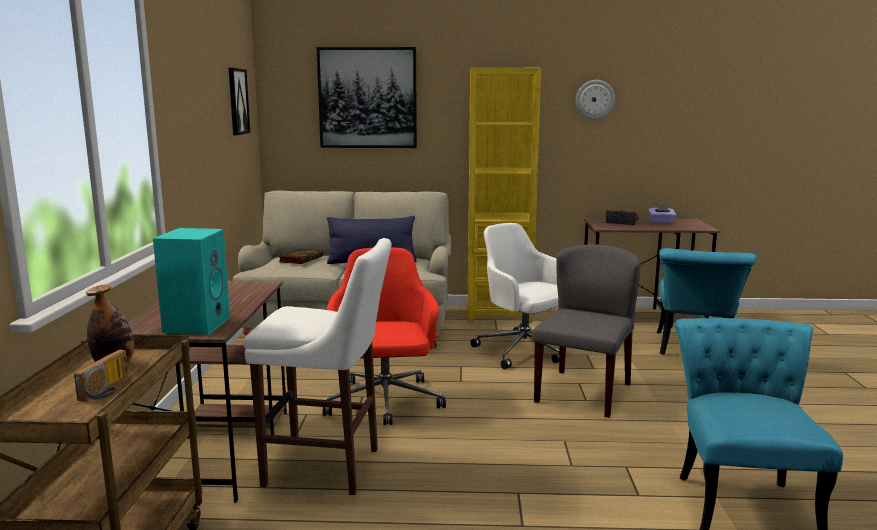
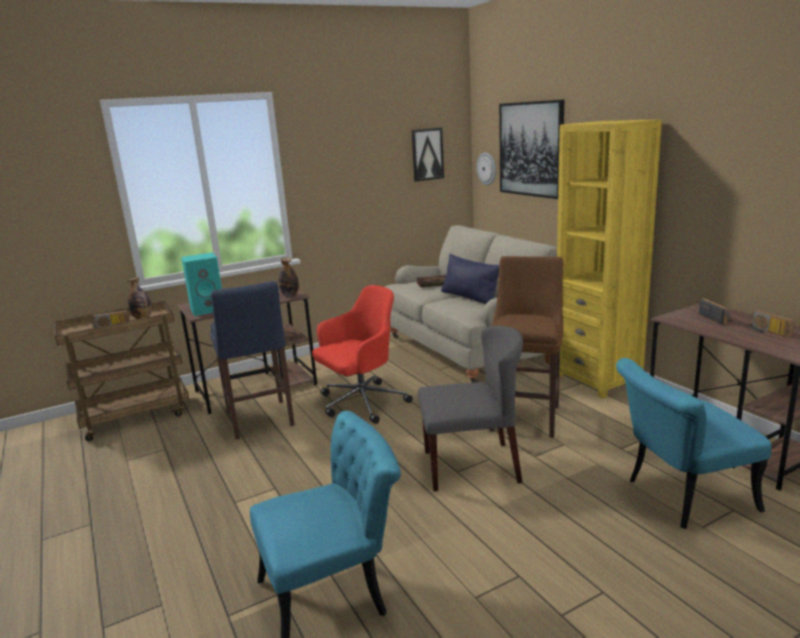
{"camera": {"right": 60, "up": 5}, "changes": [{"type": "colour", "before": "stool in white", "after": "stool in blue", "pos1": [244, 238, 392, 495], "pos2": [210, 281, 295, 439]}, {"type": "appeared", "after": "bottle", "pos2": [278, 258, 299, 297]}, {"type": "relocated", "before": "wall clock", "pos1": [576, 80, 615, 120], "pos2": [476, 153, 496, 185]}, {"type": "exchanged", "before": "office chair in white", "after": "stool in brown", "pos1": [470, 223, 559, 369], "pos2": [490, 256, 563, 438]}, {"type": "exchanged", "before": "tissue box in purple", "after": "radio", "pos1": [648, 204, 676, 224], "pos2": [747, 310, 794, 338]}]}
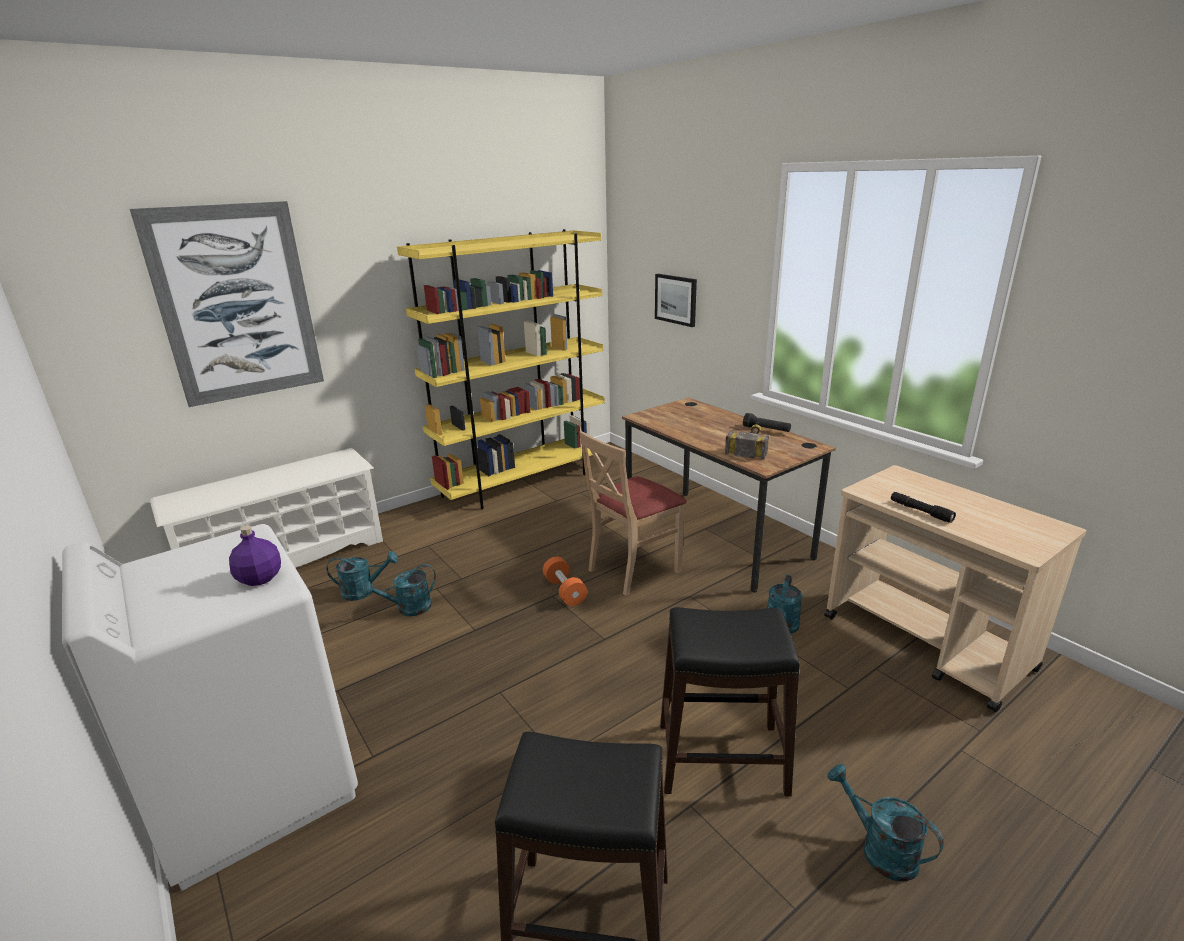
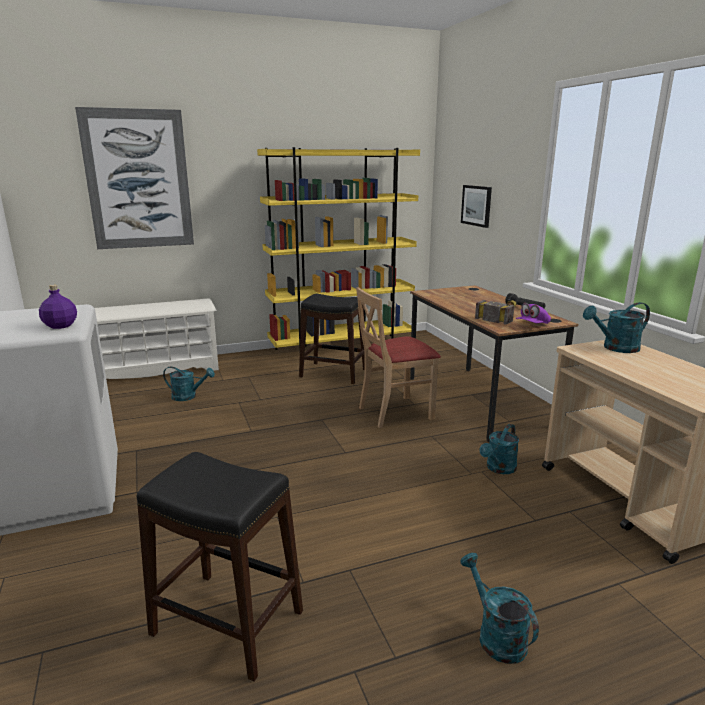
{"camera": {"right": 15, "up": -5}, "changes": [{"type": "relocated", "before": "stool in black", "pos1": [660, 607, 800, 796], "pos2": [299, 294, 365, 384]}, {"type": "appeared", "after": "cap in purple", "pos2": [516, 303, 551, 324]}, {"type": "relocated", "before": "watering can in turquoise", "pos1": [362, 564, 436, 616], "pos2": [583, 302, 650, 353]}, {"type": "missing", "before": "dumbbell in orange", "pos1": [543, 557, 587, 606]}, {"type": "missing", "before": "flashlight in black", "pos1": [891, 492, 956, 523]}]}
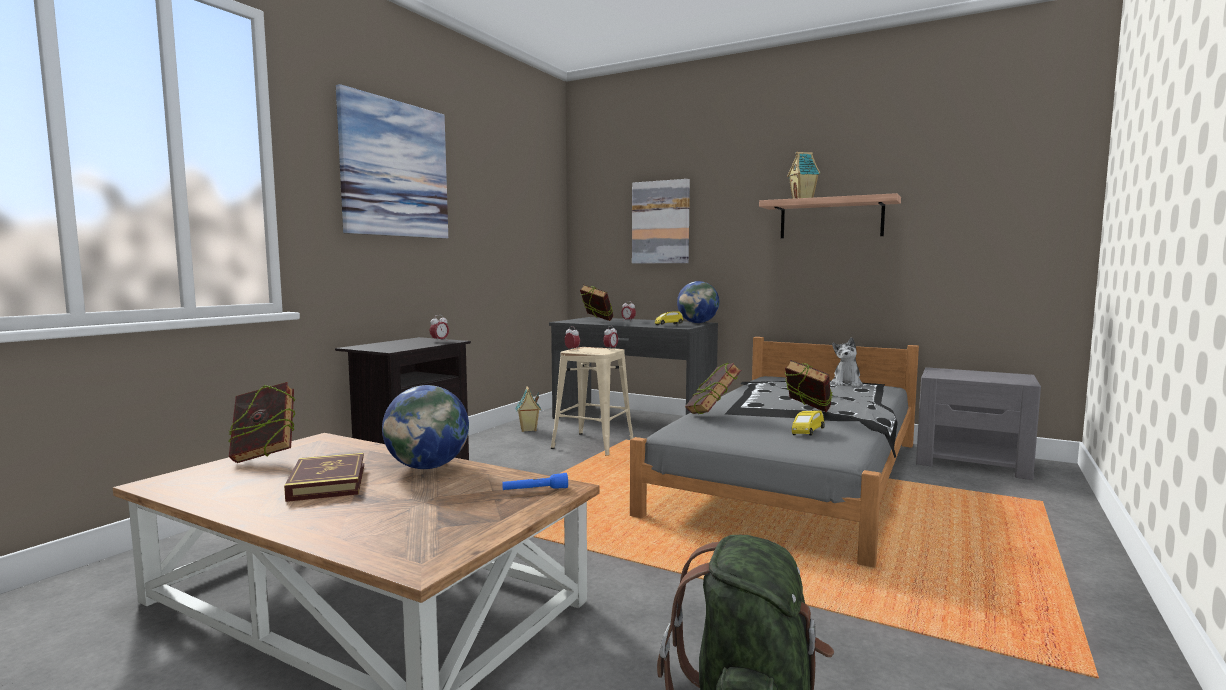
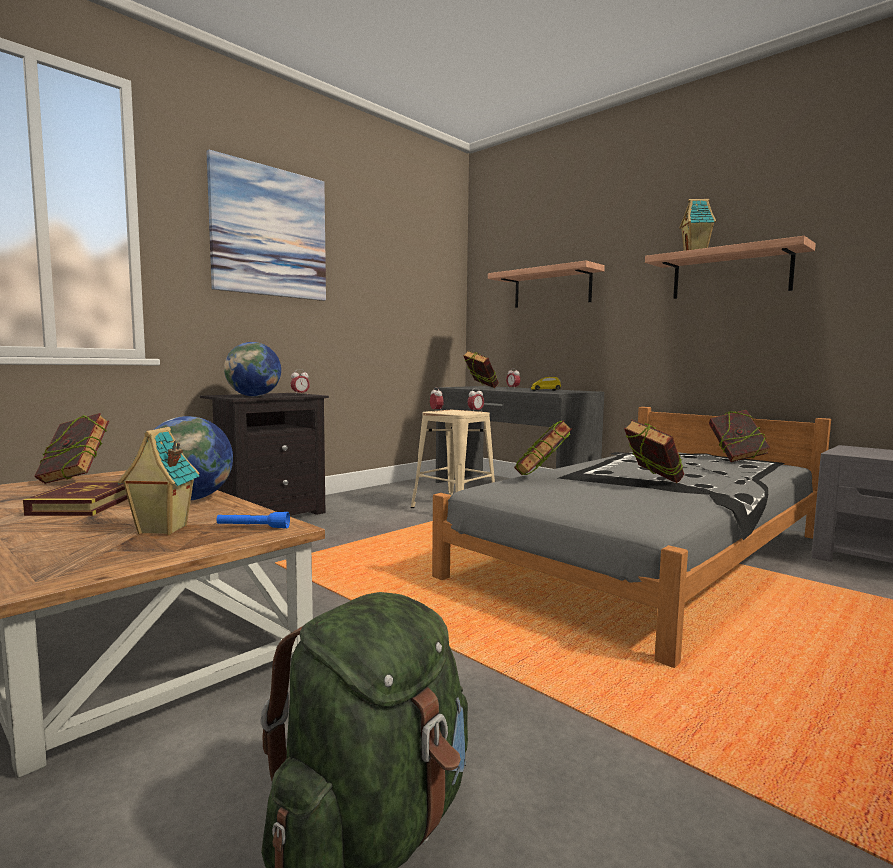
{"camera": {"right": 15, "up": 0}, "changes": [{"type": "relocated", "before": "toy house", "pos1": [515, 386, 542, 432], "pos2": [118, 427, 200, 535]}, {"type": "relocated", "before": "globe", "pos1": [677, 281, 719, 323], "pos2": [224, 342, 281, 396]}, {"type": "exchanged", "before": "picture", "after": "shelf", "pos1": [632, 179, 690, 263], "pos2": [488, 261, 605, 308]}, {"type": "exchanged", "before": "plush toy", "after": "book", "pos1": [831, 337, 863, 387], "pos2": [709, 410, 770, 462]}, {"type": "missing", "before": "toy car in yellow", "pos1": [792, 411, 825, 435]}]}
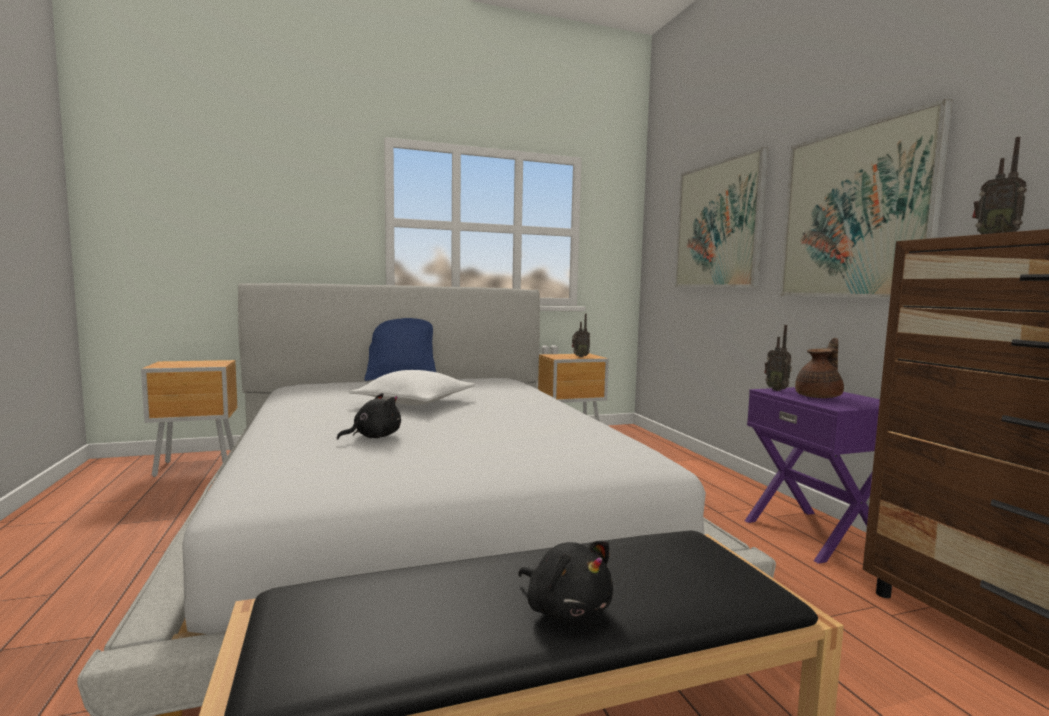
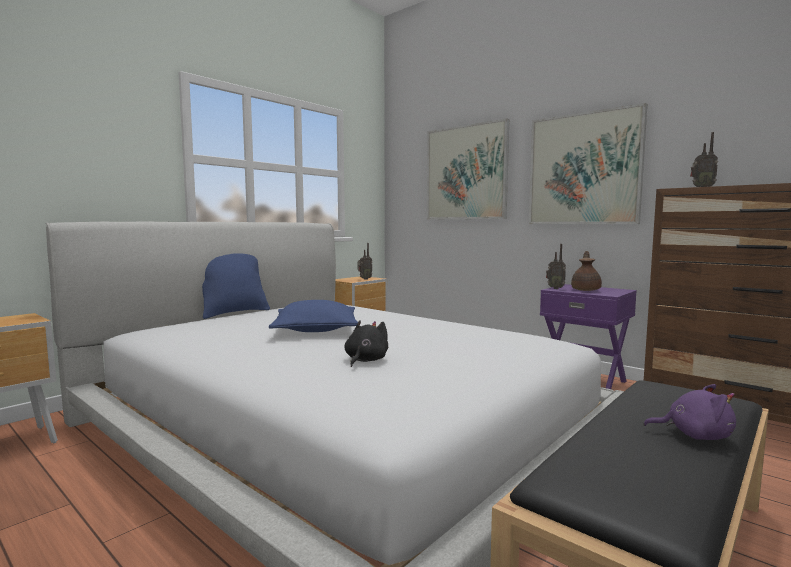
{"camera": {"right": -30, "up": 0}, "changes": [{"type": "colour", "before": "pillow in white", "after": "pillow in blue", "pos1": [349, 370, 475, 405], "pos2": [269, 300, 358, 332]}, {"type": "colour", "before": "plush toy in black", "after": "plush toy in purple", "pos1": [518, 541, 613, 621], "pos2": [644, 384, 736, 440]}]}
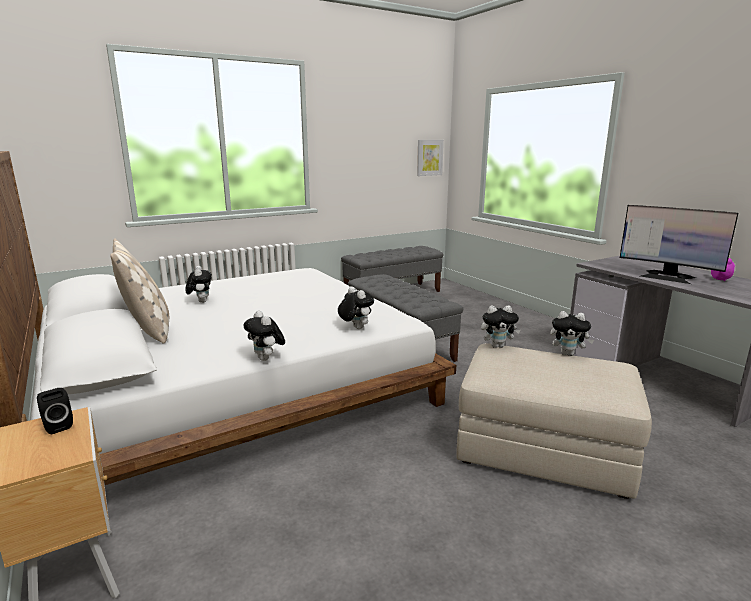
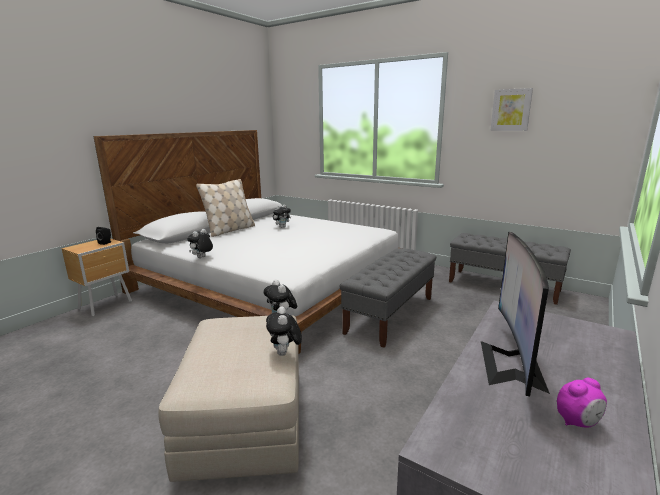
{"camera": {"right": 65, "up": 0}, "changes": [{"type": "relocated", "before": "picture", "pos1": [417, 140, 444, 176], "pos2": [490, 88, 533, 131]}, {"type": "missing", "before": "plush toy", "pos1": [338, 287, 374, 329]}]}
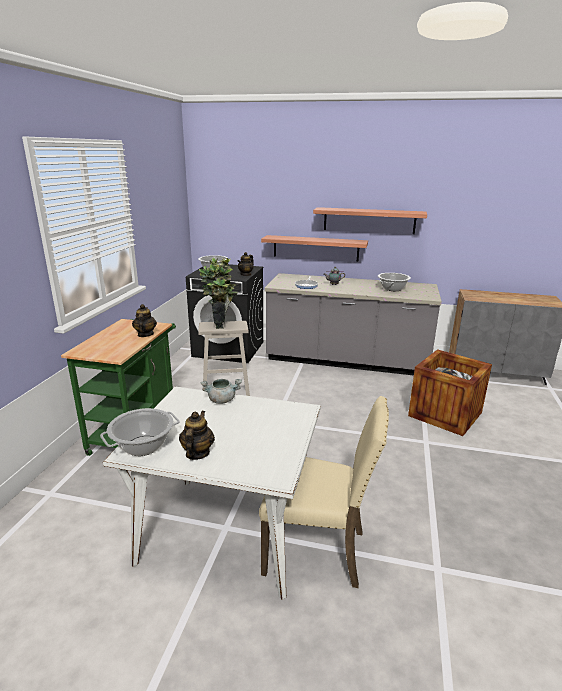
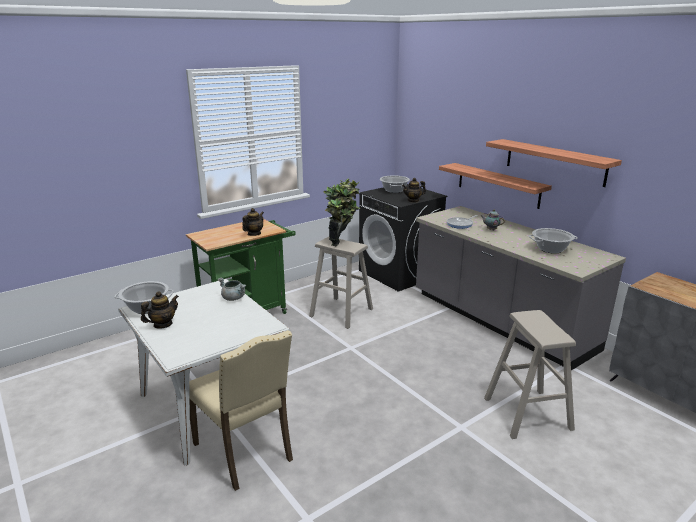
{"camera": {"right": 40, "up": 0}, "changes": [{"type": "exchanged", "before": "crate", "after": "stool in beige", "pos1": [408, 349, 492, 436], "pos2": [484, 310, 576, 439]}]}
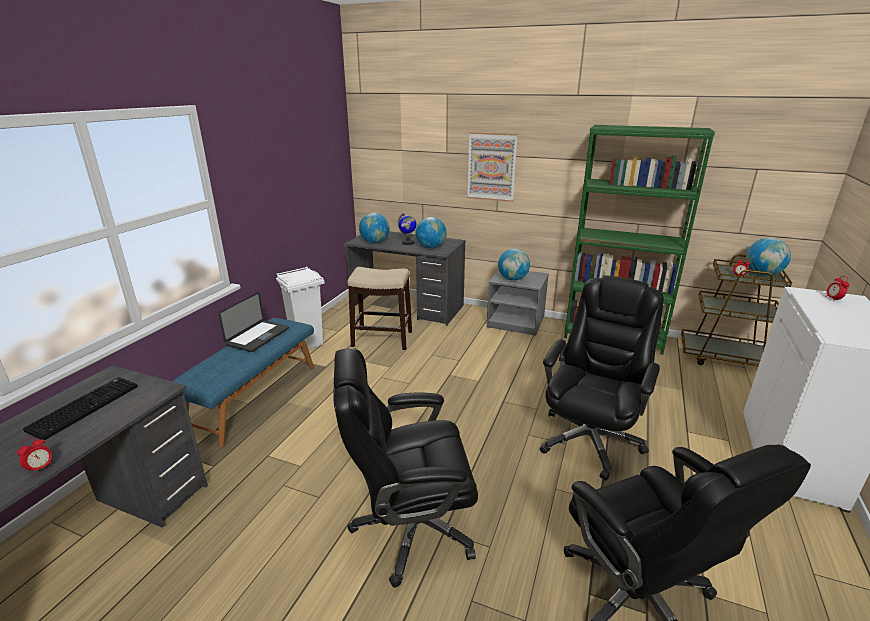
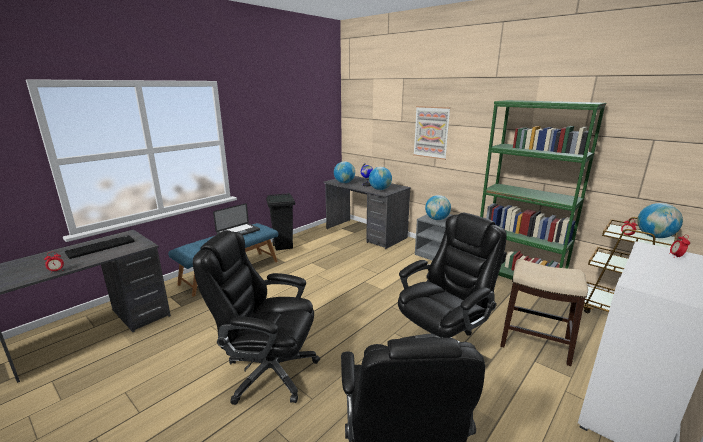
{"camera": {"right": 20, "up": -5}, "changes": [{"type": "colour", "before": "trash can in white", "after": "trash can in black", "pos1": [276, 267, 325, 352], "pos2": [266, 193, 295, 251]}, {"type": "relocated", "before": "stool", "pos1": [347, 267, 412, 350], "pos2": [500, 259, 588, 366]}]}
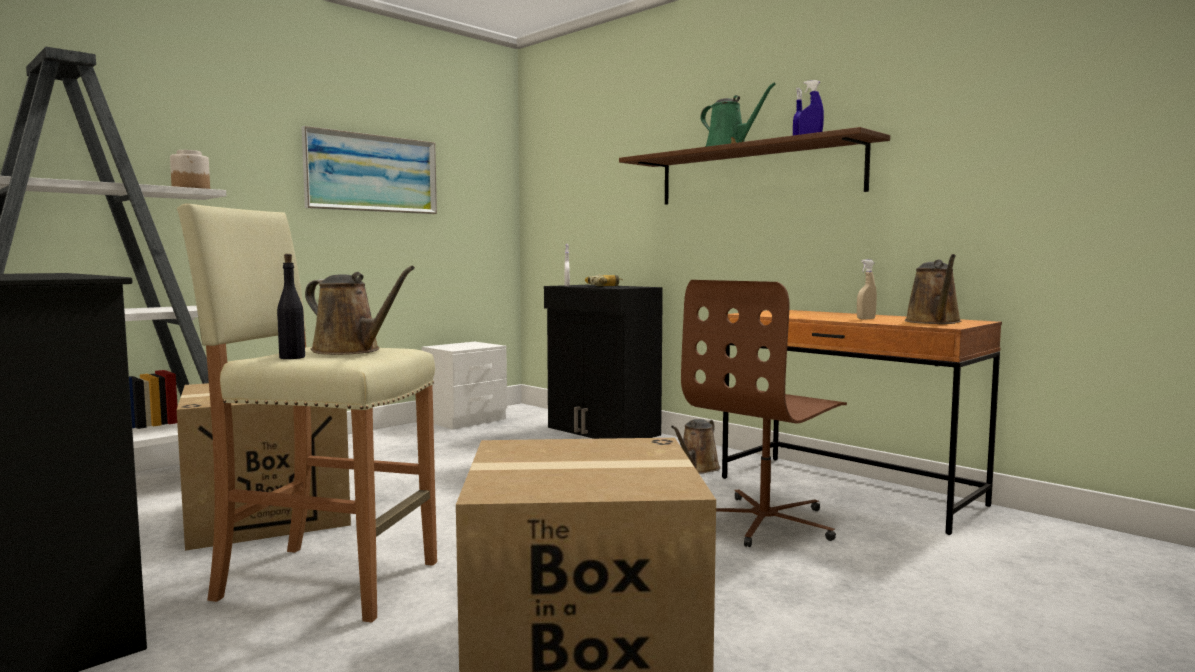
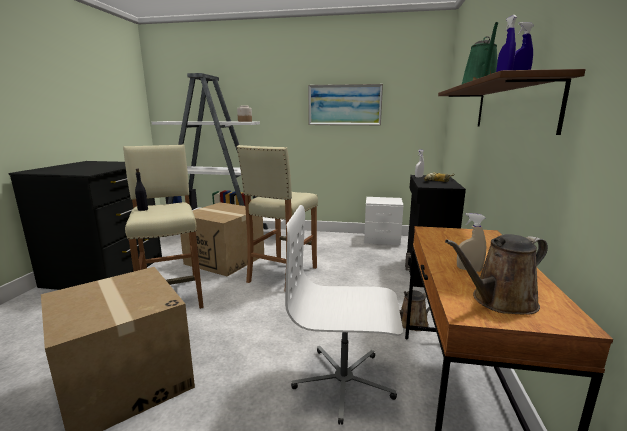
{"camera": {"right": 55, "up": 10}, "changes": [{"type": "appeared", "after": "stool in beige", "pos2": [236, 145, 318, 292]}, {"type": "colour", "before": "office chair in brown", "after": "office chair in white", "pos1": [681, 280, 847, 547], "pos2": [285, 205, 403, 425]}, {"type": "missing", "before": "watering can in brown", "pos1": [305, 266, 415, 355]}]}
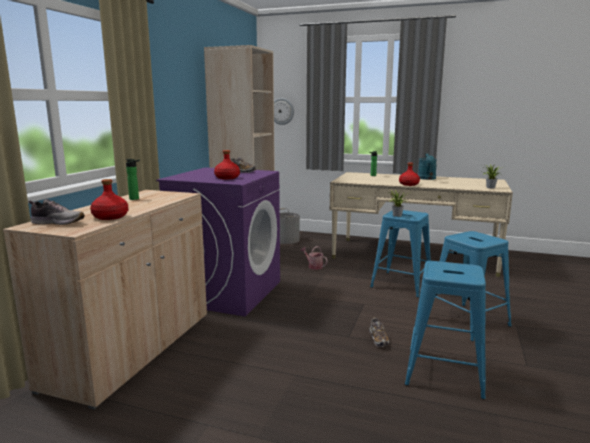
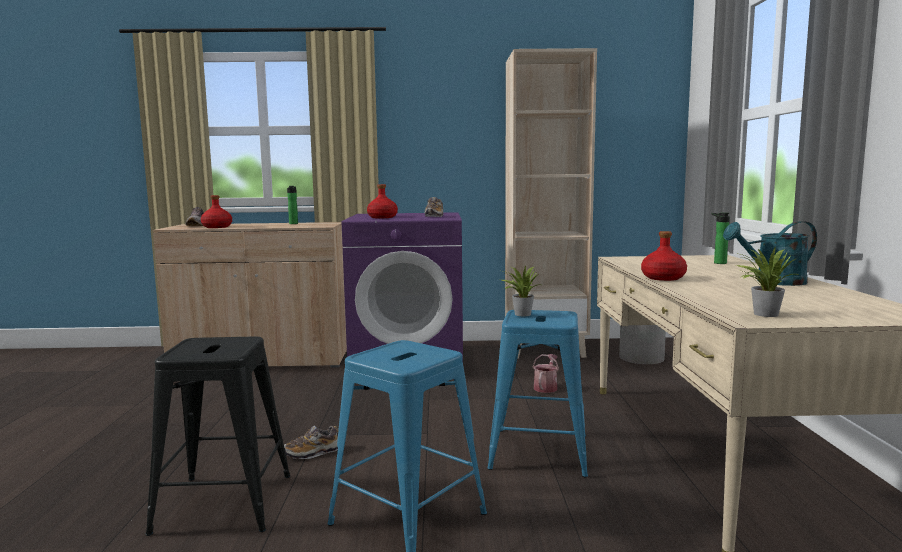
{"camera": {"right": 70, "up": -5}, "changes": [{"type": "colour", "before": "stool in blue", "after": "stool in black", "pos1": [405, 261, 486, 399], "pos2": [146, 337, 290, 536]}, {"type": "missing", "before": "wall clock", "pos1": [274, 98, 294, 125]}]}
